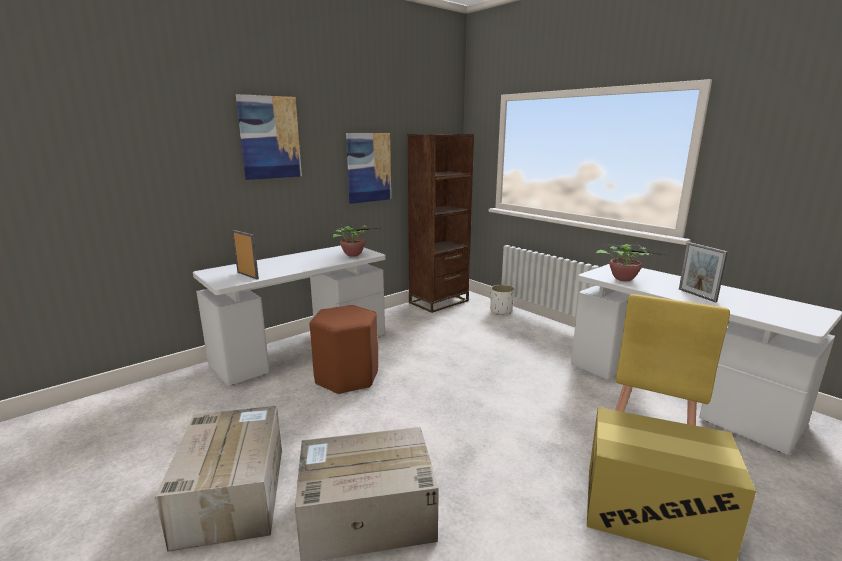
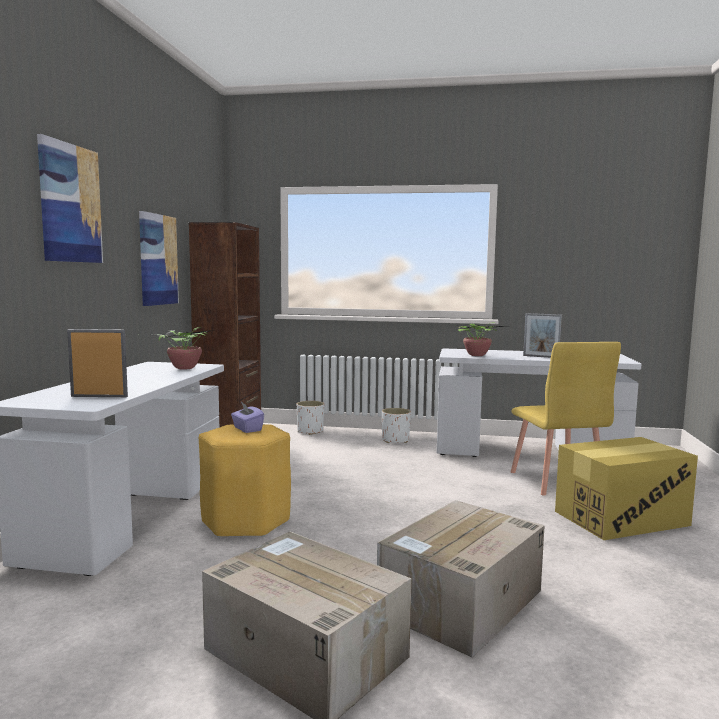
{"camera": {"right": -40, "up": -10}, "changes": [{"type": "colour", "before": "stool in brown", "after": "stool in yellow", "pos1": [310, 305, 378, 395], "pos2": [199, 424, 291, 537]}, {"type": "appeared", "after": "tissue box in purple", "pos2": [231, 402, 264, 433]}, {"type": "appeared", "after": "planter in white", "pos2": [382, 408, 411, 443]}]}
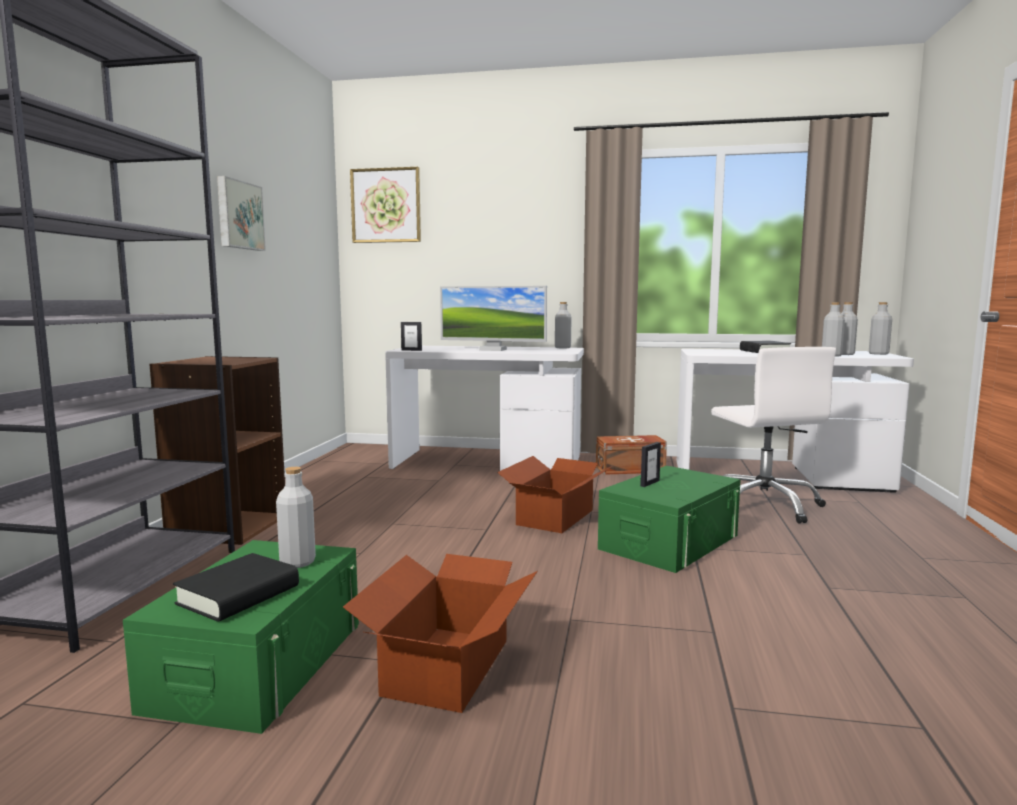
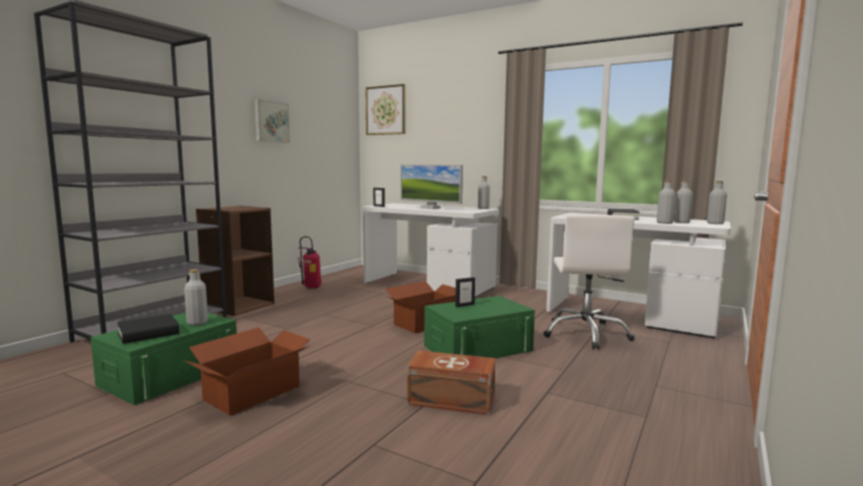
{"camera": {"right": 20, "up": 0}, "changes": [{"type": "appeared", "after": "fire extinguisher", "pos2": [298, 236, 322, 289]}, {"type": "relocated", "before": "storage box in brown", "pos1": [596, 435, 667, 475], "pos2": [407, 350, 495, 415]}]}
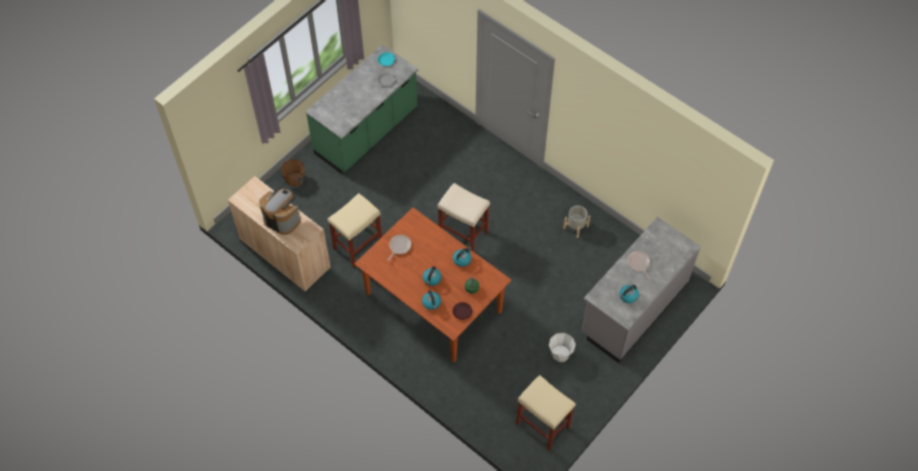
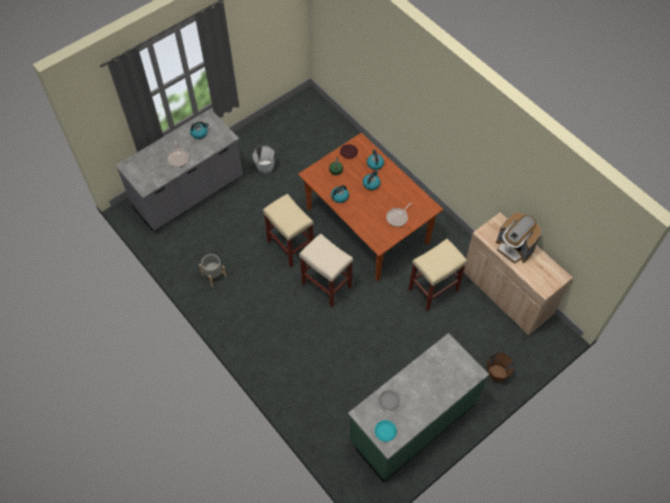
{"camera": {"right": -170, "up": 0}, "changes": [{"type": "relocated", "before": "stool in beige", "pos1": [516, 375, 576, 451], "pos2": [263, 194, 314, 268]}]}
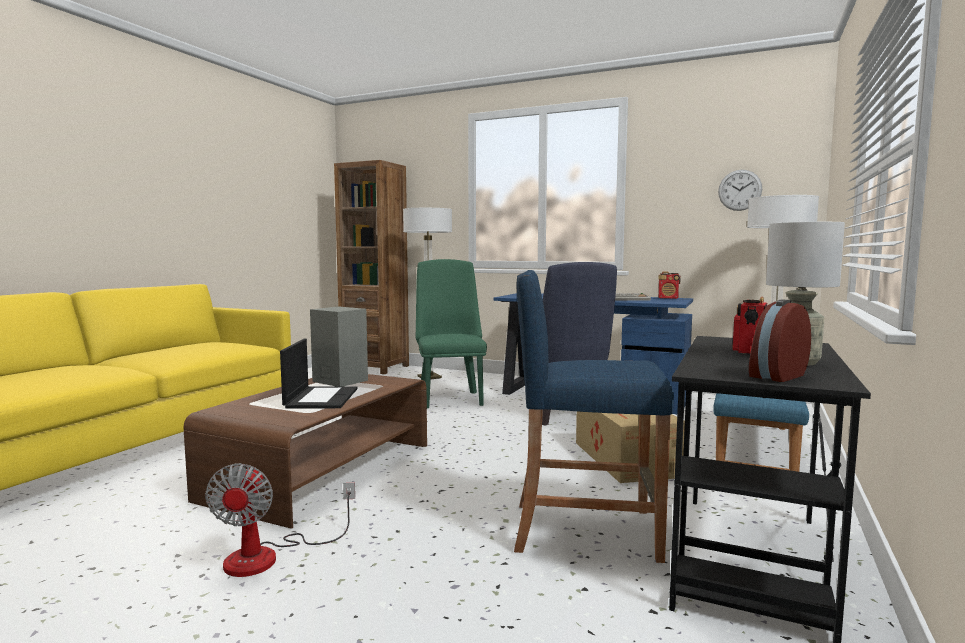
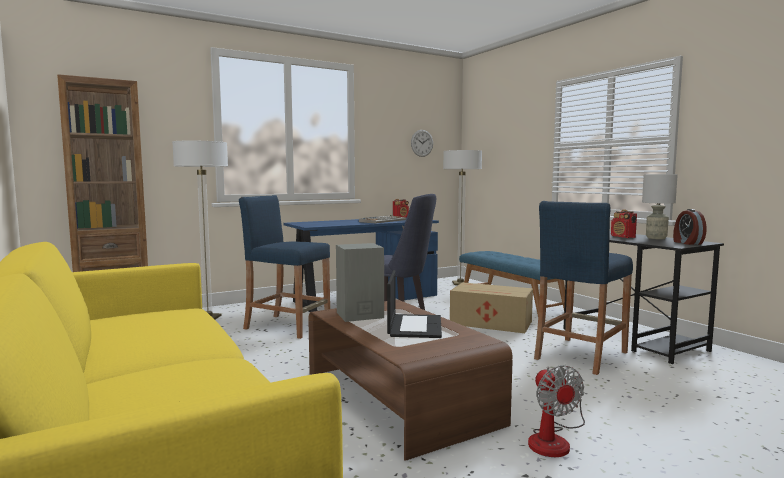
{"camera": {"right": -55, "up": 0}, "changes": [{"type": "exchanged", "before": "chair in green", "after": "stool in blue", "pos1": [415, 259, 487, 408], "pos2": [239, 195, 330, 339]}, {"type": "spun", "before": "laptop", "pos1": [280, 339, 357, 408], "pos2": [387, 270, 442, 338], "turn": 60}, {"type": "spun", "before": "fan", "pos1": [205, 463, 355, 577], "pos2": [528, 365, 585, 457], "turn": 45}]}
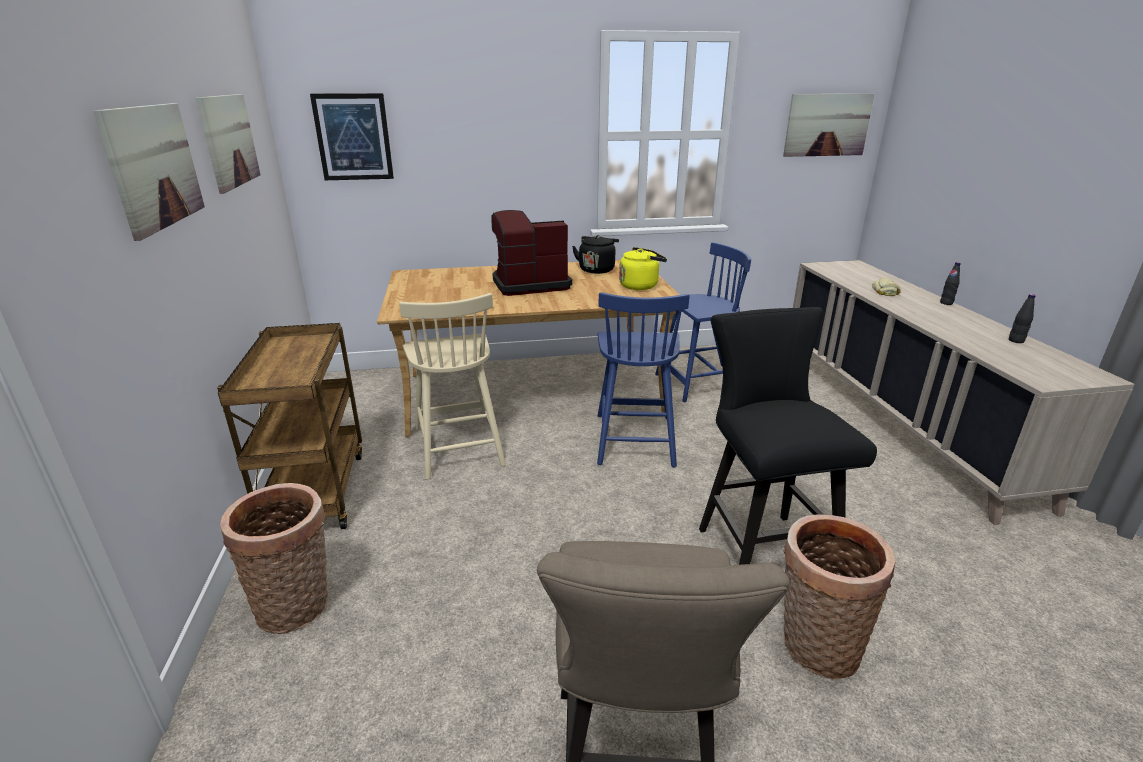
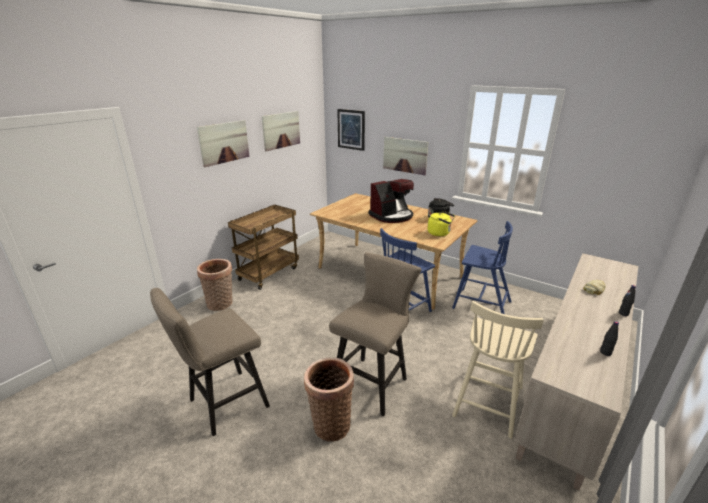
{"camera": {"right": 45, "up": 0}, "changes": [{"type": "colour", "before": "stool in black", "after": "stool in beige", "pos1": [699, 307, 877, 565], "pos2": [329, 252, 422, 417]}, {"type": "spun", "before": "coffee machine", "pos1": [491, 210, 572, 296], "pos2": [369, 179, 414, 223], "turn": 120}, {"type": "relocated", "before": "picture", "pos1": [783, 94, 874, 157], "pos2": [383, 137, 428, 175]}, {"type": "relocated", "before": "chair in beige", "pos1": [399, 293, 506, 479], "pos2": [452, 301, 544, 439]}]}
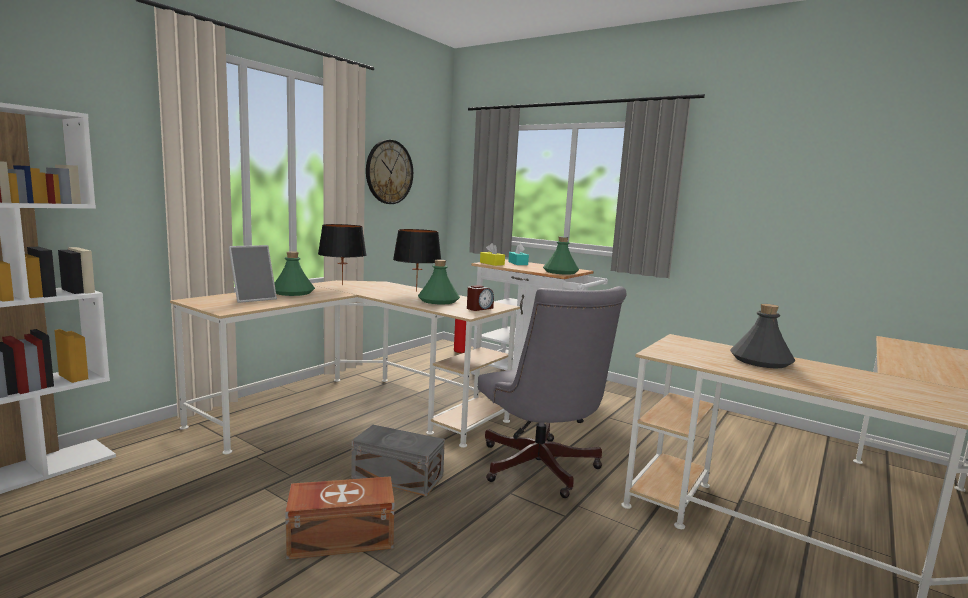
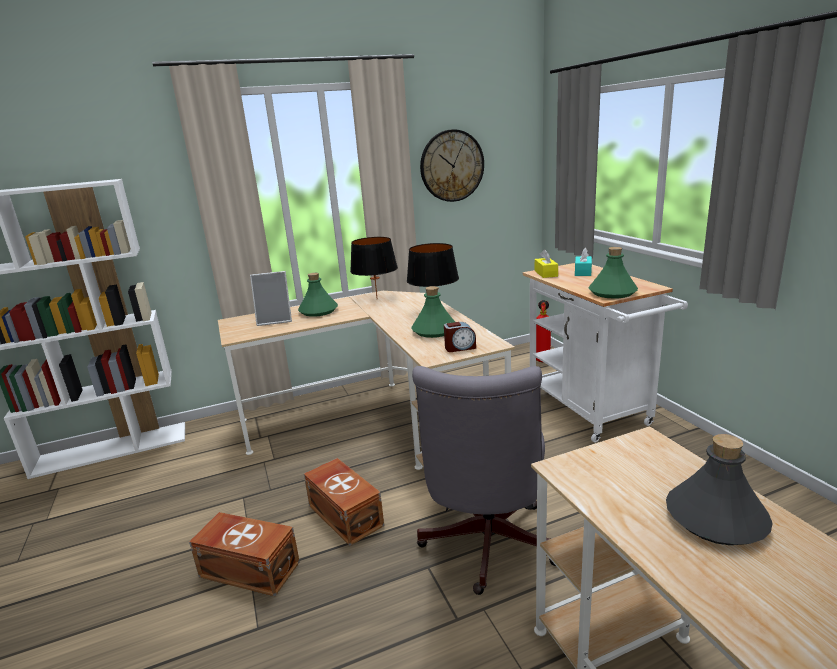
{"camera": {"right": 35, "up": 10}, "changes": [{"type": "colour", "before": "storage box in grey", "after": "storage box in brown", "pos1": [351, 425, 445, 497], "pos2": [304, 458, 384, 546]}]}
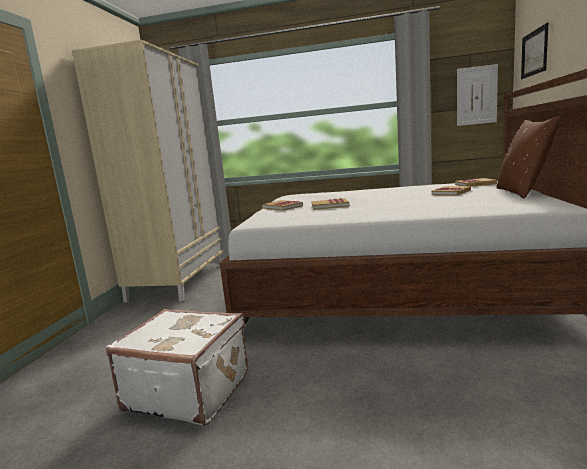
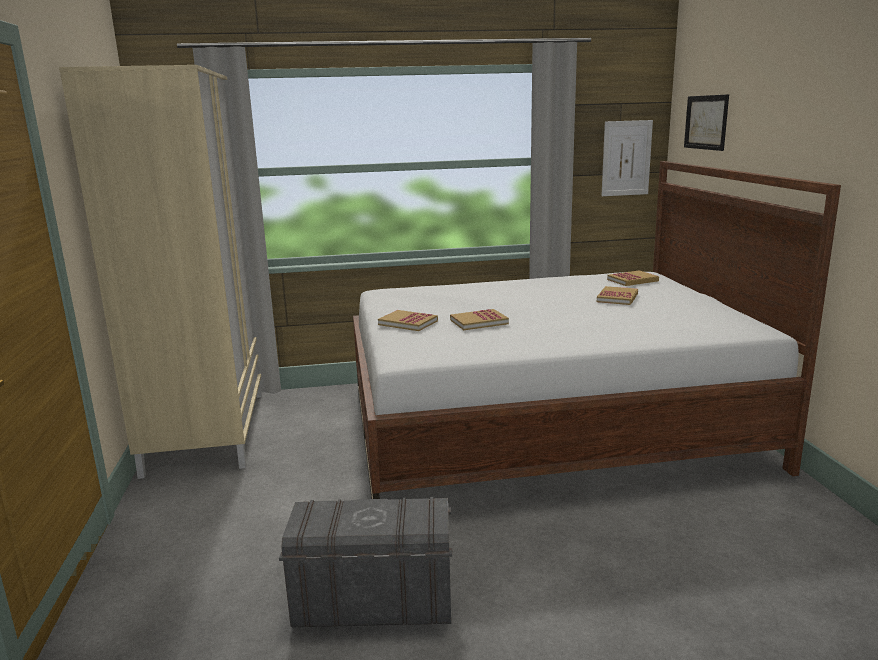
{"camera": {"right": -20, "up": 5}, "changes": [{"type": "exchanged", "before": "suitcase in white", "after": "storage box in grey", "pos1": [106, 309, 248, 425], "pos2": [279, 497, 453, 627]}, {"type": "missing", "before": "pillow in brown", "pos1": [497, 117, 560, 198]}]}
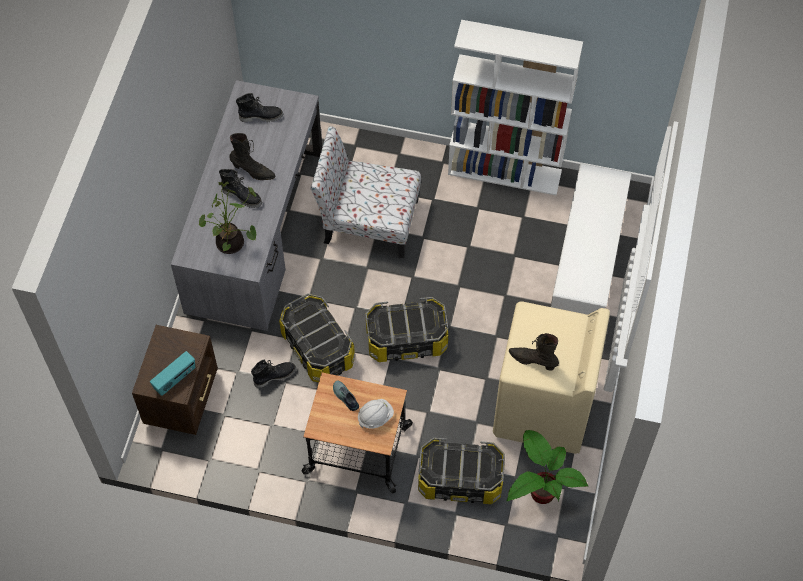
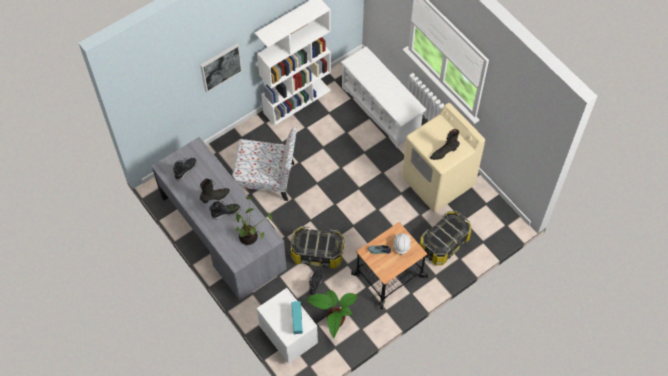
{"camera": {"right": -50, "up": 0}, "changes": [{"type": "appeared", "after": "picture", "pos2": [200, 43, 243, 92]}, {"type": "spun", "before": "chair", "pos1": [311, 126, 421, 258], "pos2": [232, 127, 297, 201], "turn": -135}, {"type": "colour", "before": "nightstand in brown", "after": "nightstand in white", "pos1": [132, 325, 218, 435], "pos2": [257, 288, 318, 364]}, {"type": "relocated", "before": "potted plant", "pos1": [506, 430, 588, 504], "pos2": [306, 290, 358, 339]}, {"type": "missing", "before": "storage box", "pos1": [366, 297, 448, 362]}]}
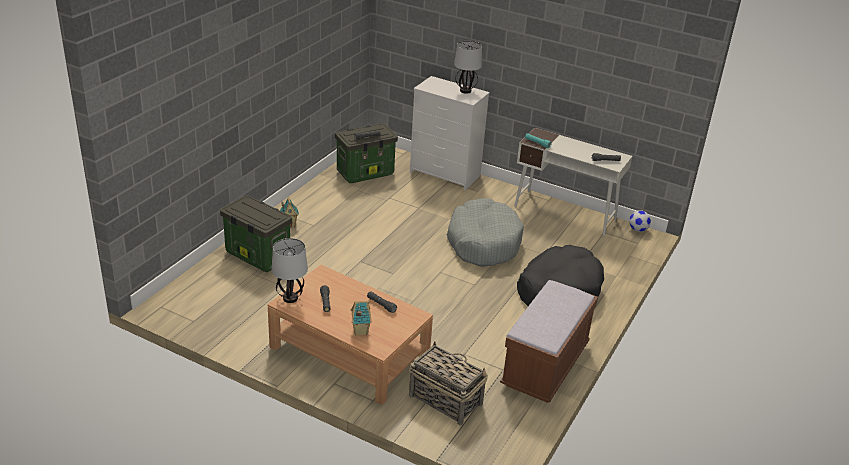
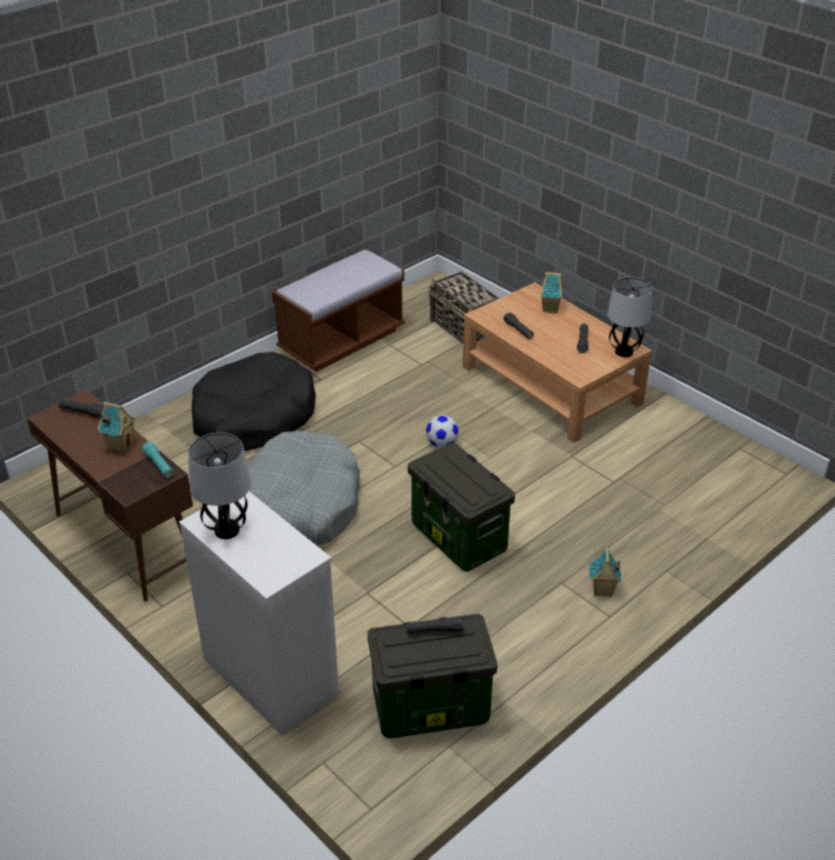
{"camera": {"right": -160, "up": 5}, "changes": [{"type": "colour", "before": "desk in white", "after": "desk in brown", "pos1": [514, 128, 633, 236], "pos2": [27, 390, 193, 602]}, {"type": "appeared", "after": "toy house", "pos2": [97, 402, 136, 453]}, {"type": "relocated", "before": "storage box", "pos1": [220, 195, 292, 272], "pos2": [408, 443, 515, 572]}, {"type": "relocated", "before": "football", "pos1": [629, 210, 651, 232], "pos2": [426, 415, 459, 448]}]}
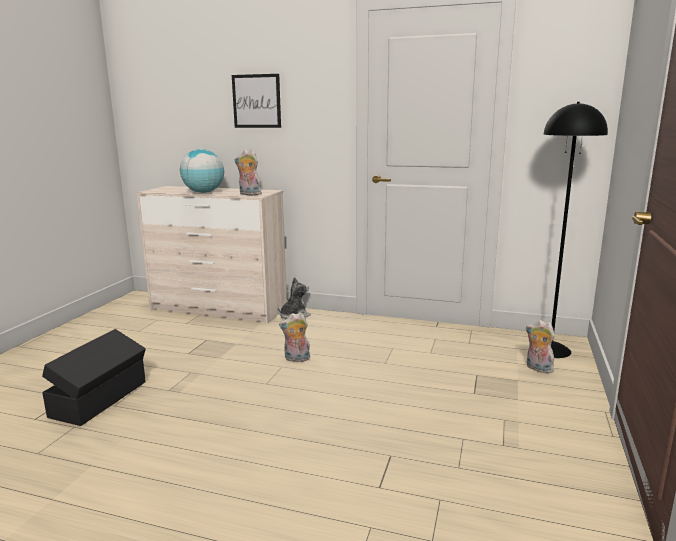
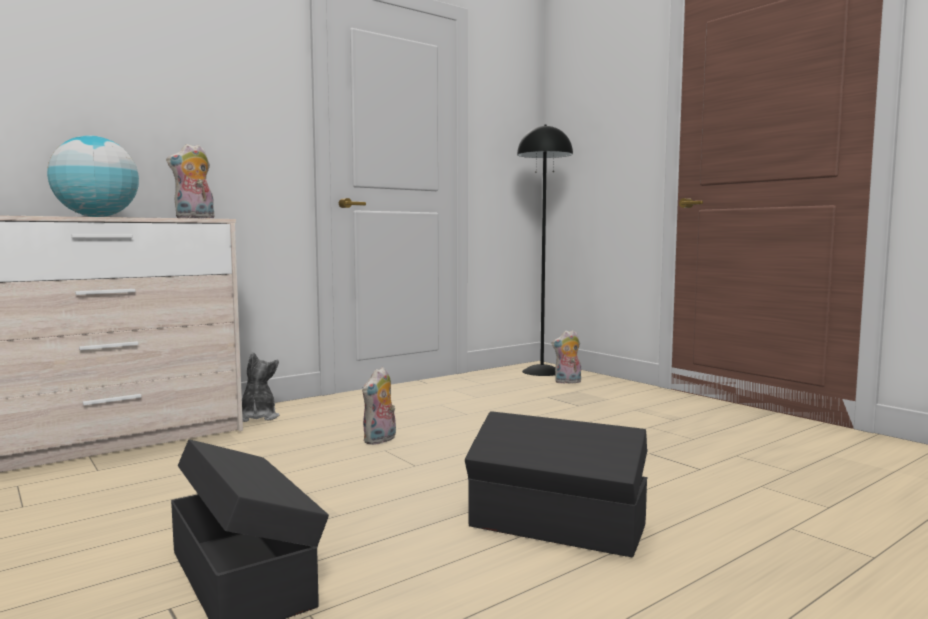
{"camera": {"right": -55, "up": -10}, "changes": [{"type": "appeared", "after": "storage box in black", "pos2": [465, 411, 648, 557]}, {"type": "missing", "before": "picture", "pos1": [232, 74, 281, 128]}]}
